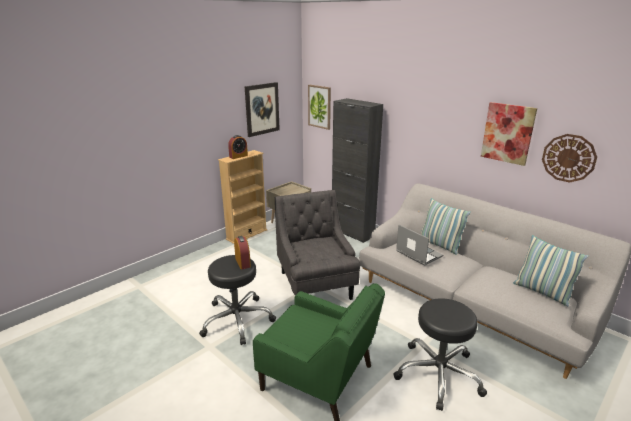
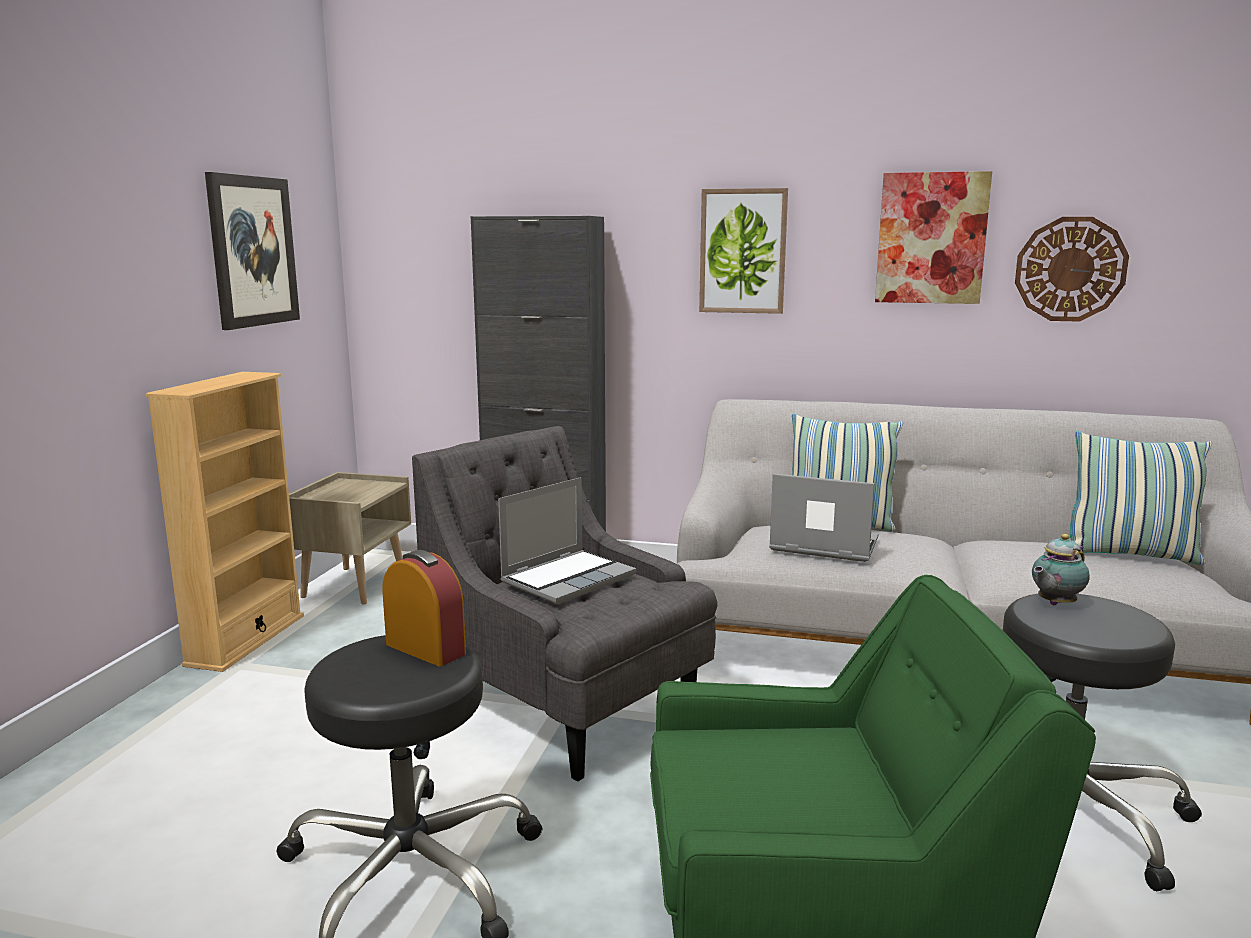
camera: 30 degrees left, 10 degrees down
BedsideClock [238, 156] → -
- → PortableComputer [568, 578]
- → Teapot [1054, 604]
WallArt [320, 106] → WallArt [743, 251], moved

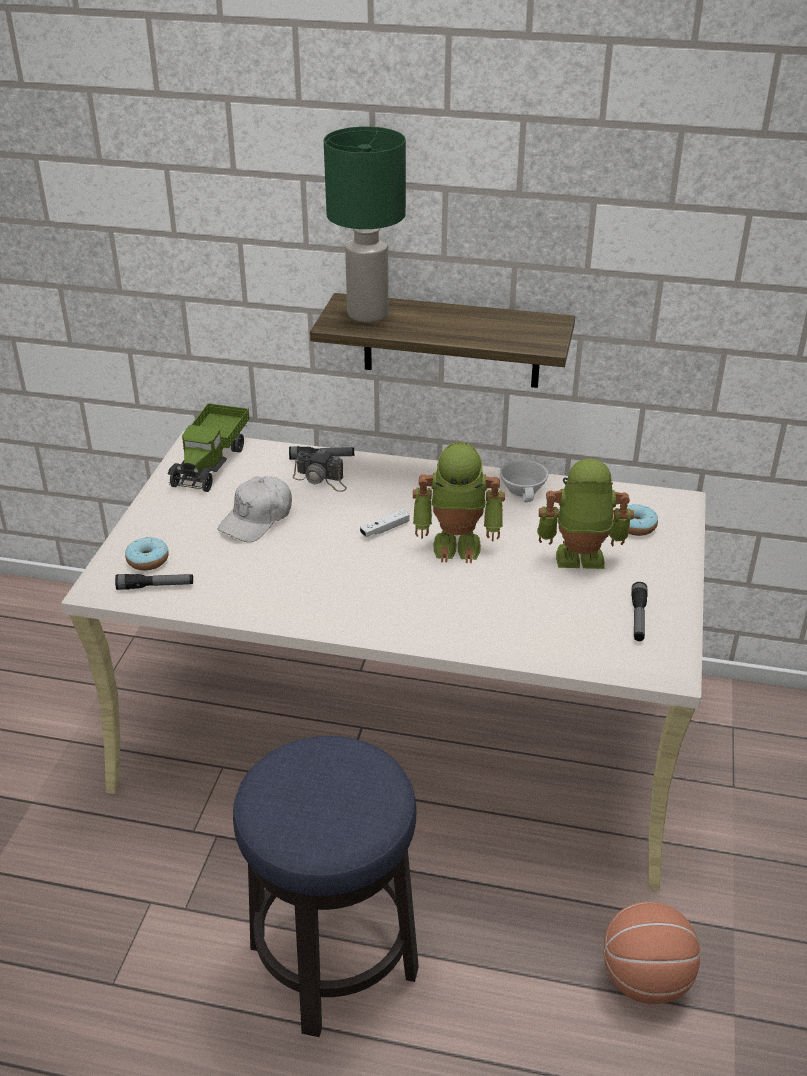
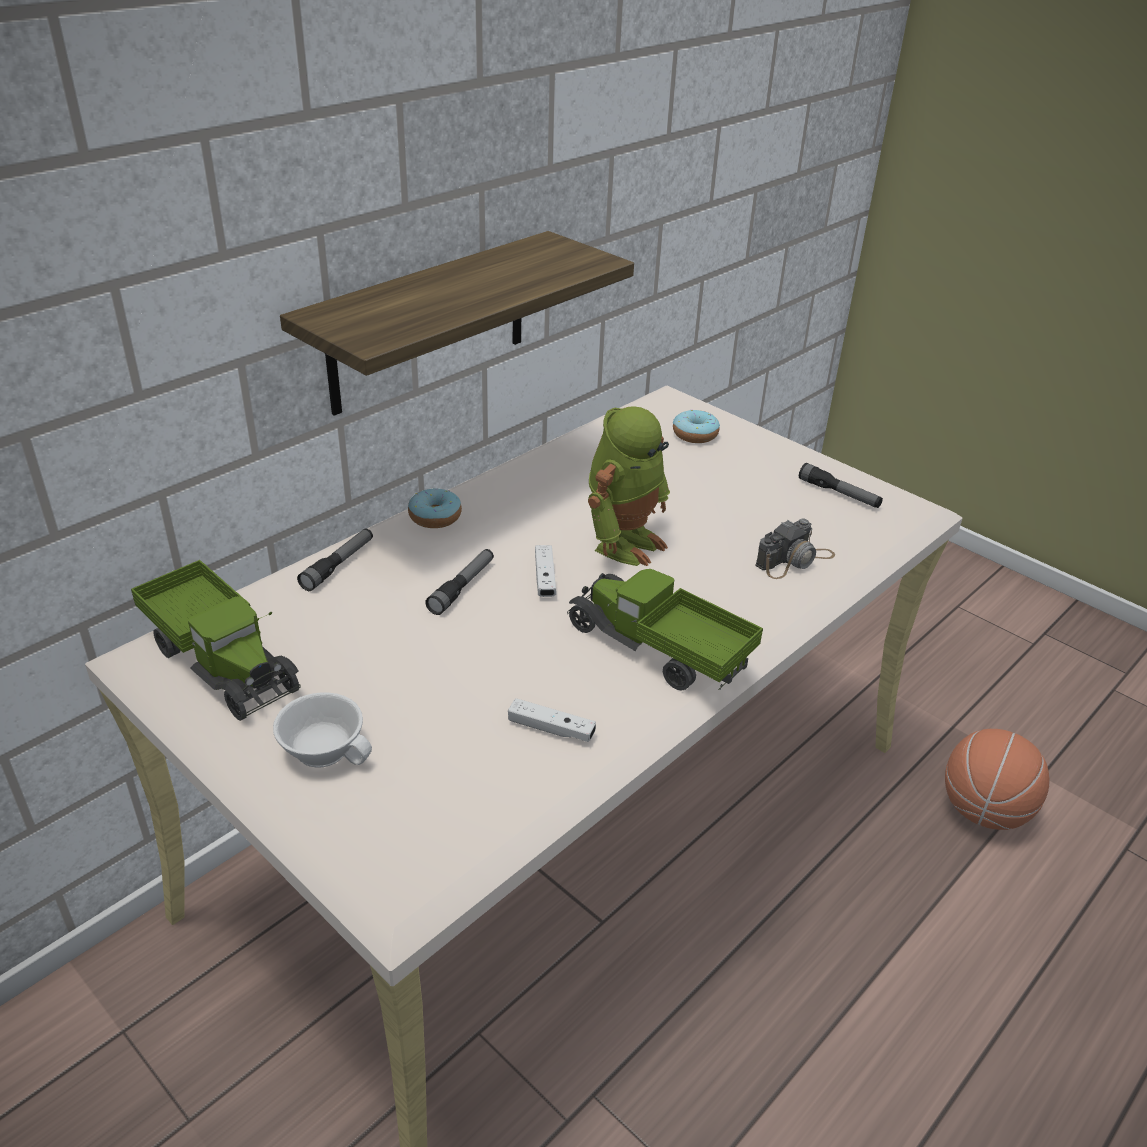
camera: 60 degrees left, 0 degrees up
WhitishCap [257, 519] → -
StoolSeat [333, 959] → -
GreenColouredTableLamp [366, 314] → -
ToyRobot [579, 560] → -
- → WhitishGameController [551, 729]
- → ToyLorry [658, 650]
Torch [155, 586] → Torch [462, 587], moved
Donut [148, 560] → Donut [435, 517], moved
PhotoCamera [321, 479] → PhotoCamera [795, 560], moved
WhitishDrinkingCup [524, 491] → WhitishDrinkingCup [326, 748], moved

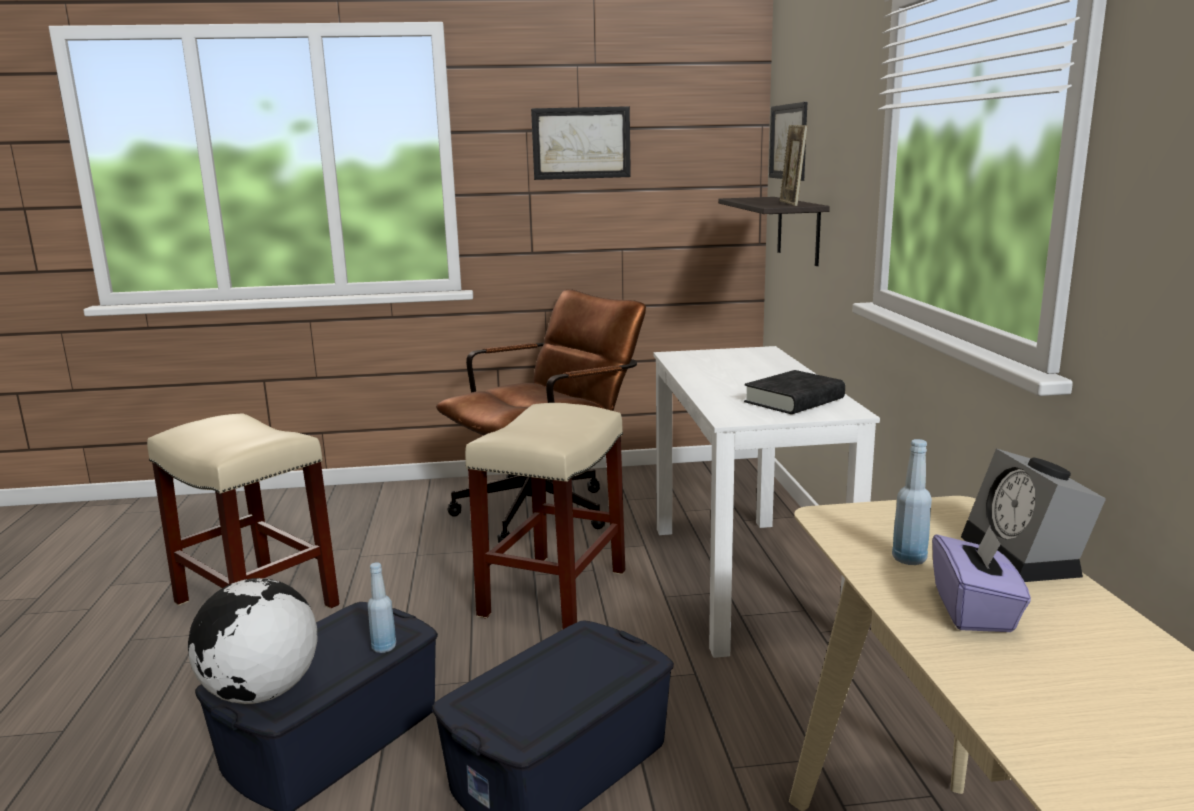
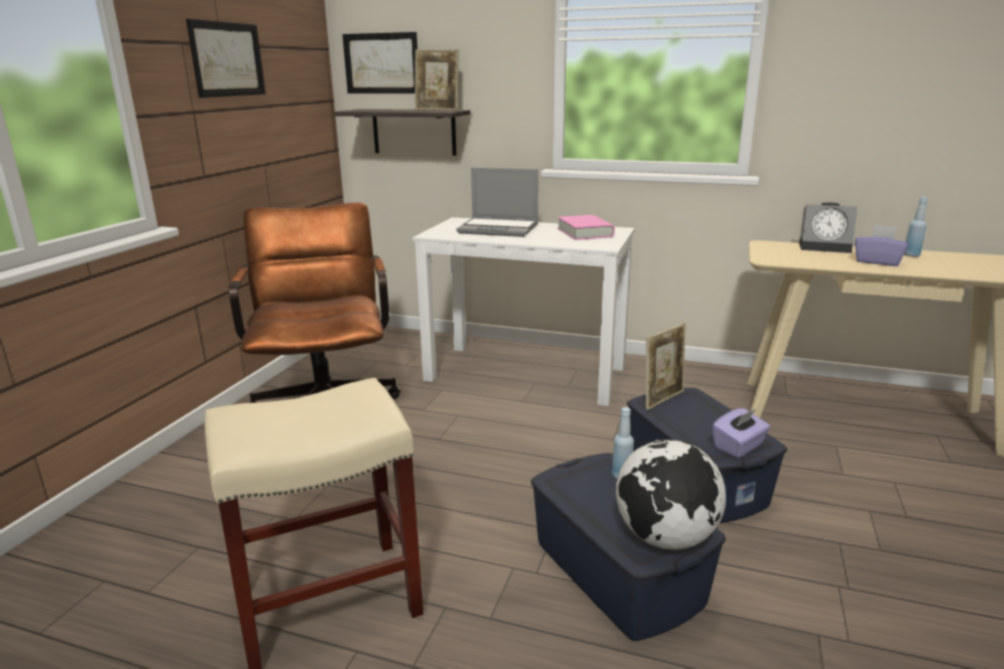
camera: 65 degrees left, 5 degrees up
BeigeStoolSeat [554, 592] → -
- → PortableComputer [499, 229]
- → PhotoFrame [663, 399]
- → PurpleTissueBox [739, 447]
BlueColouredBottle [909, 559] → BlueColouredBottle [911, 255], moved
BlackColouredBook [794, 400] → PinkishBook [585, 233]

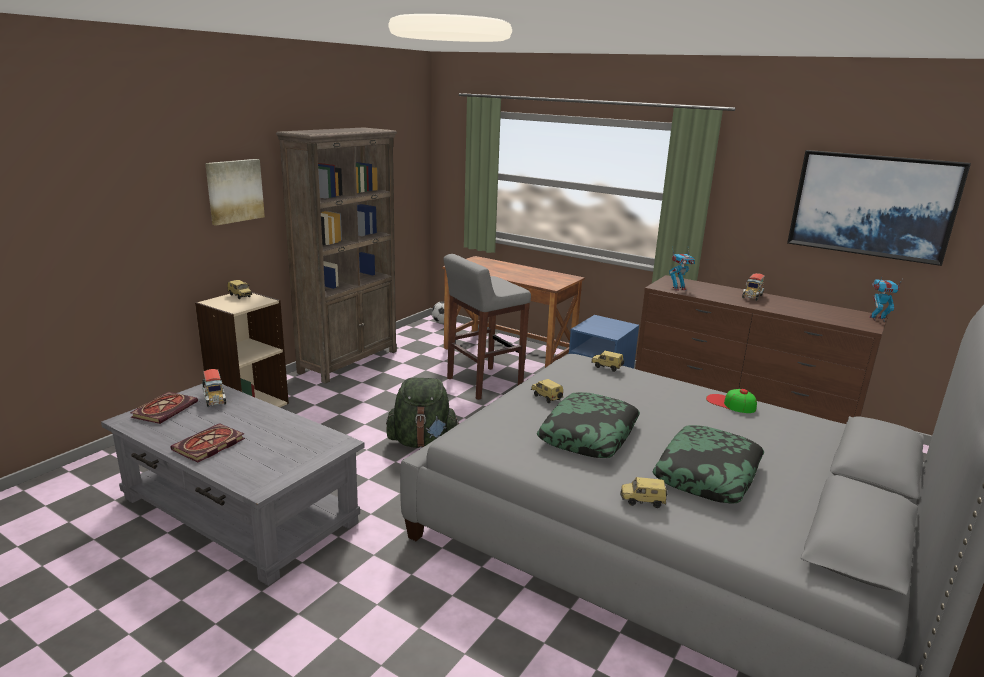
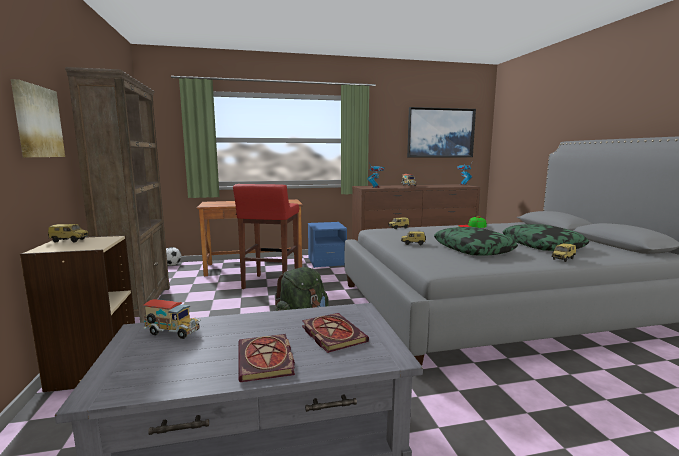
camera: 45 degrees left, 10 degrees down
Book [165, 409] → Book [331, 334], moved
GrayStoolSeat [483, 383] → RedColouredStoolSeat [270, 284]

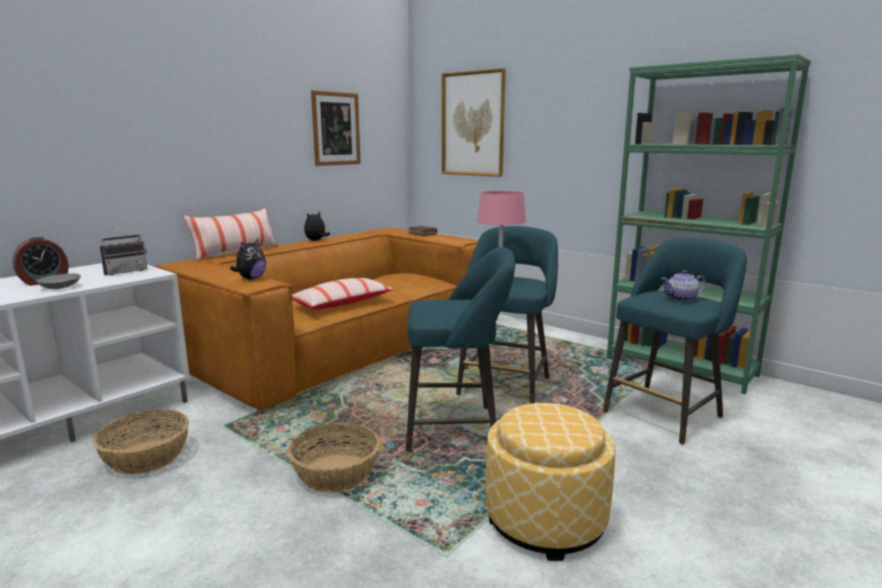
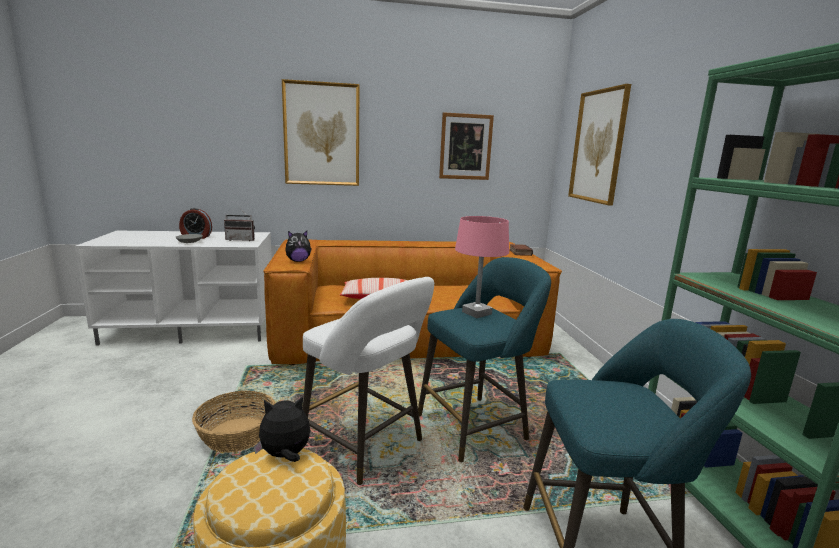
camera: 40 degrees right, 0 degrees up
HouseholdBasket [146, 456] → -
Pillow [235, 252] → -
Teapot [682, 299] → -
- → WallArt [322, 134]
SoftToy [316, 240] → SoftToy [285, 456], moved
TurquoiseStoolSeat [457, 428] → WhitishStoolSeat [367, 446]

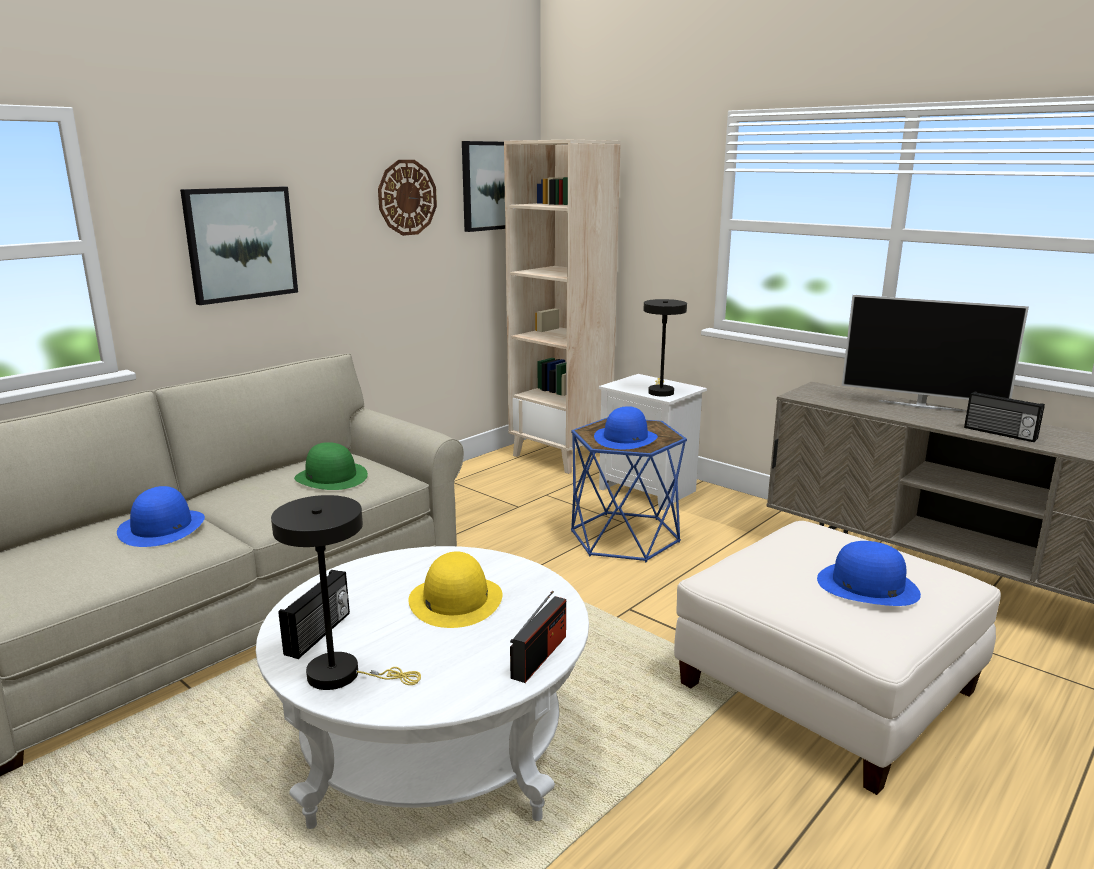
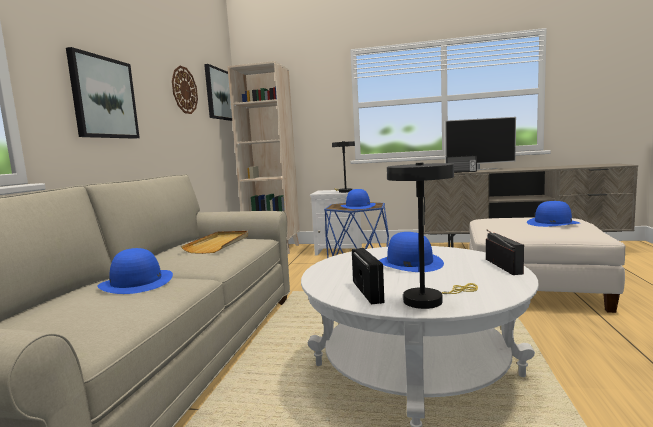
camera: 30 degrees left, 10 degrees down
Radio [999, 433] → Radio [461, 172], moved
GreenColouredClothingHat [331, 477] → BeigeTray [219, 244]
YellowishClothingHat [455, 600] → BlueColouredClothingHat [409, 263]

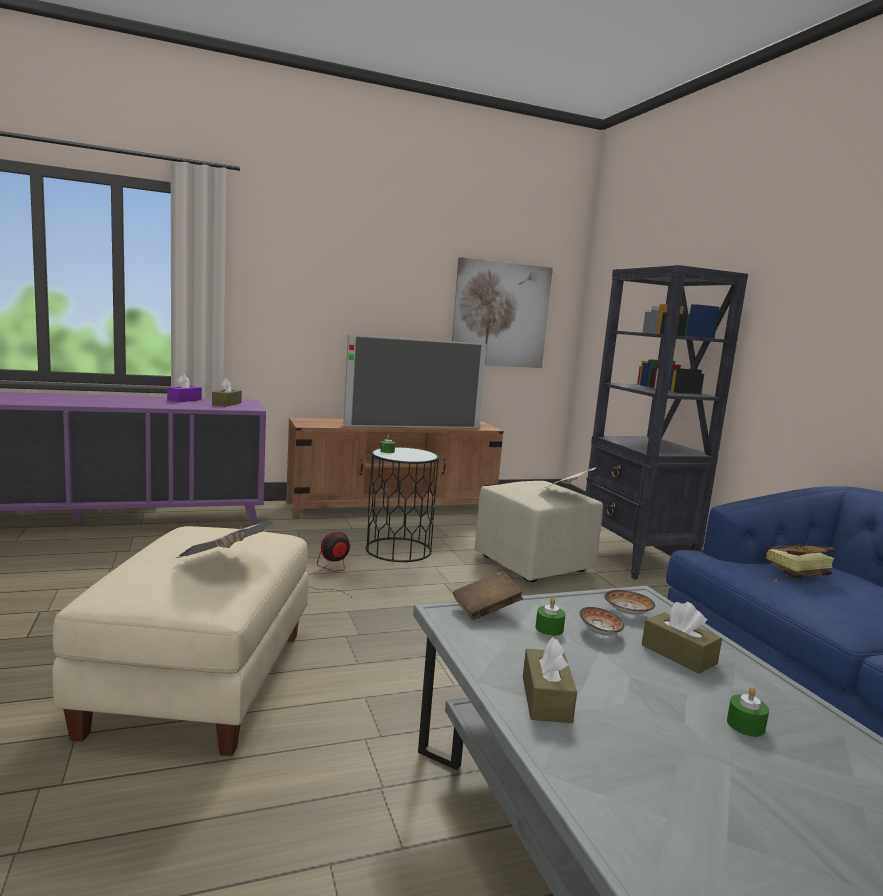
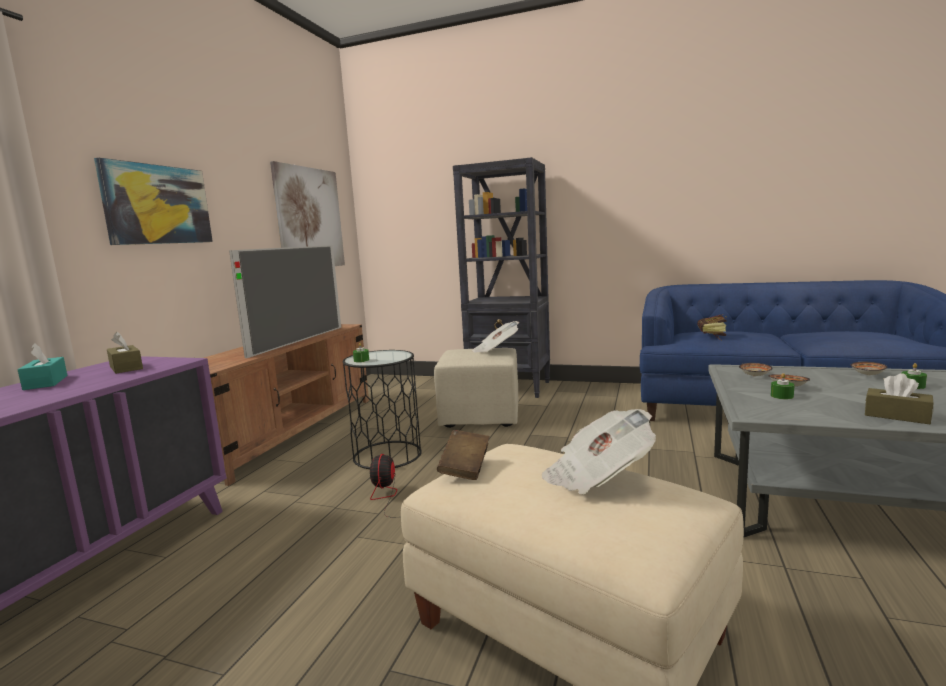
camera: 50 degrees left, 0 degrees up
BrownTissueBox [678, 654] → -
- → WallArt [157, 205]
- → Bowl [867, 375]
BrownBook [486, 609] → BrownBook [465, 468], moved
PurpleTissueBox [184, 400] → TurquoiseTissueBox [46, 382]

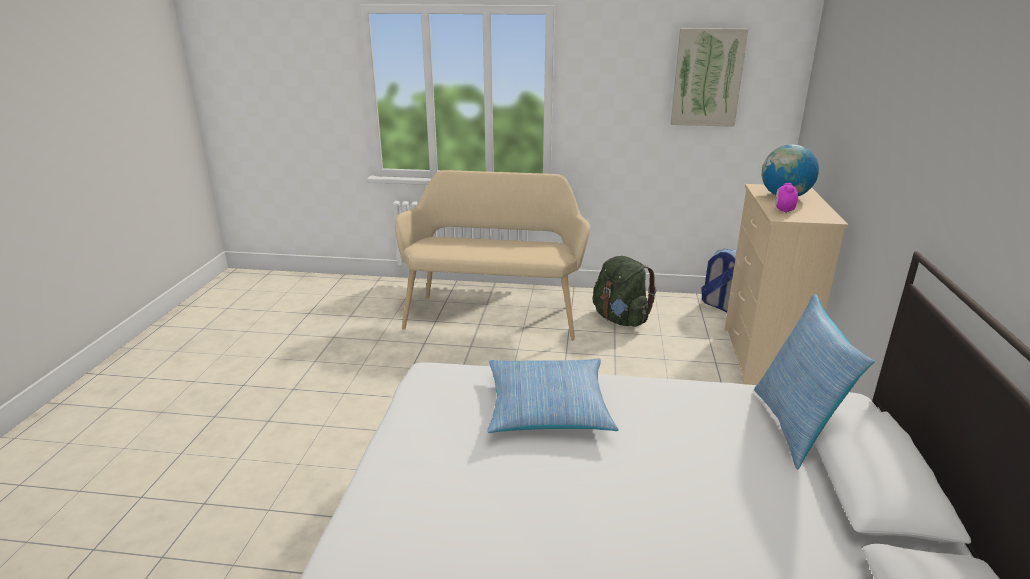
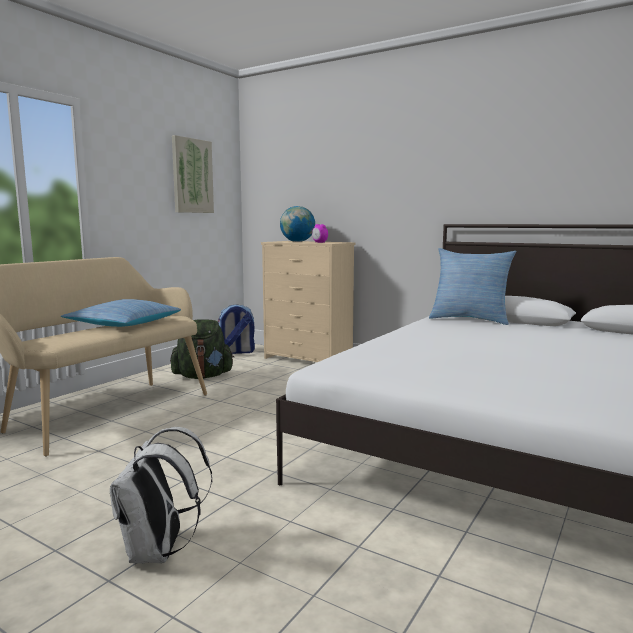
camera: 65 degrees left, 15 degrees down
- → WhitishKnapsack [159, 552]
Pillow [548, 407] → Pillow [123, 324], moved

